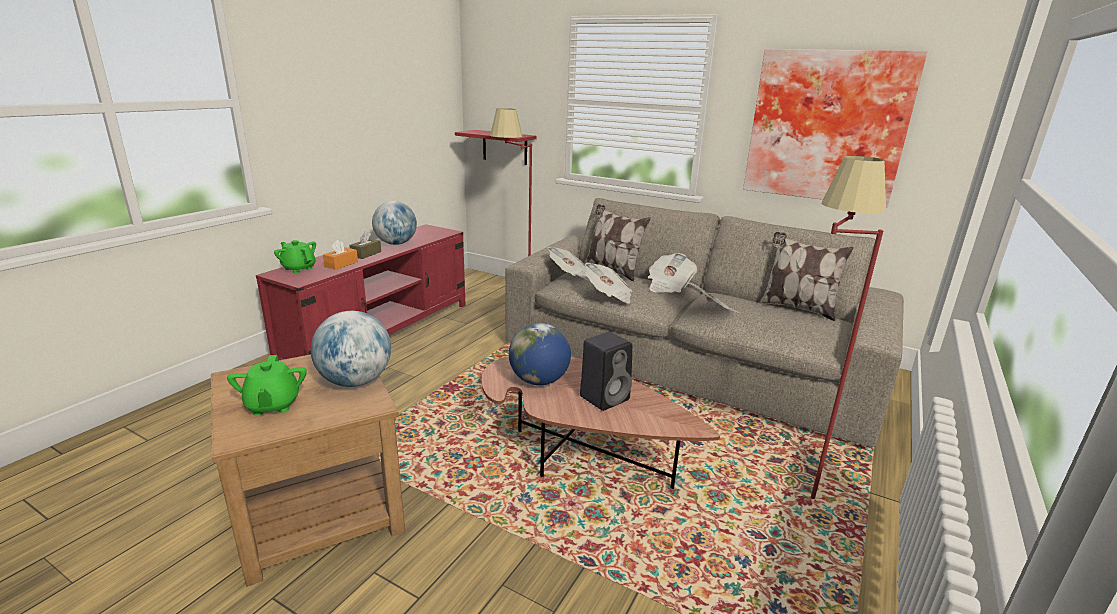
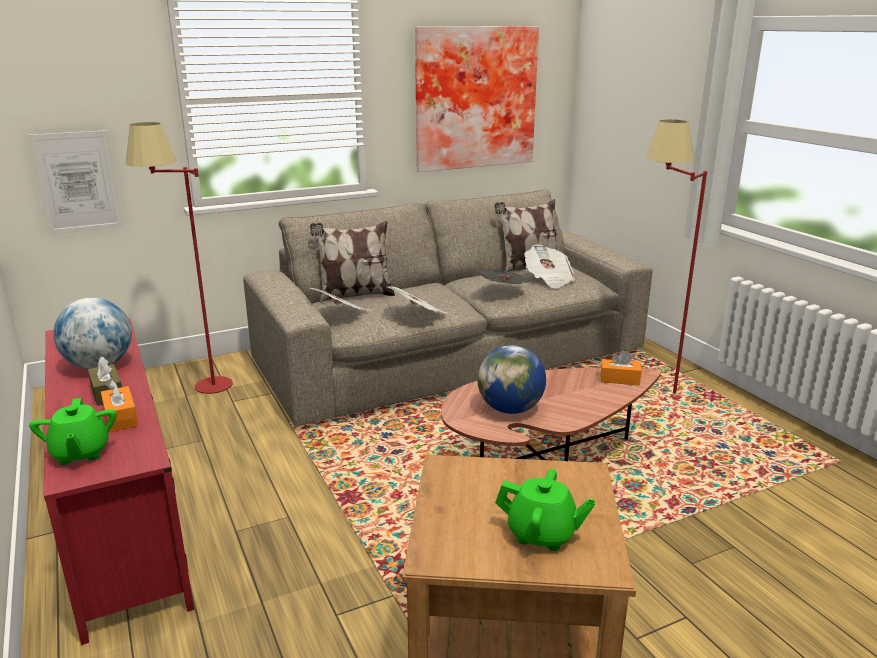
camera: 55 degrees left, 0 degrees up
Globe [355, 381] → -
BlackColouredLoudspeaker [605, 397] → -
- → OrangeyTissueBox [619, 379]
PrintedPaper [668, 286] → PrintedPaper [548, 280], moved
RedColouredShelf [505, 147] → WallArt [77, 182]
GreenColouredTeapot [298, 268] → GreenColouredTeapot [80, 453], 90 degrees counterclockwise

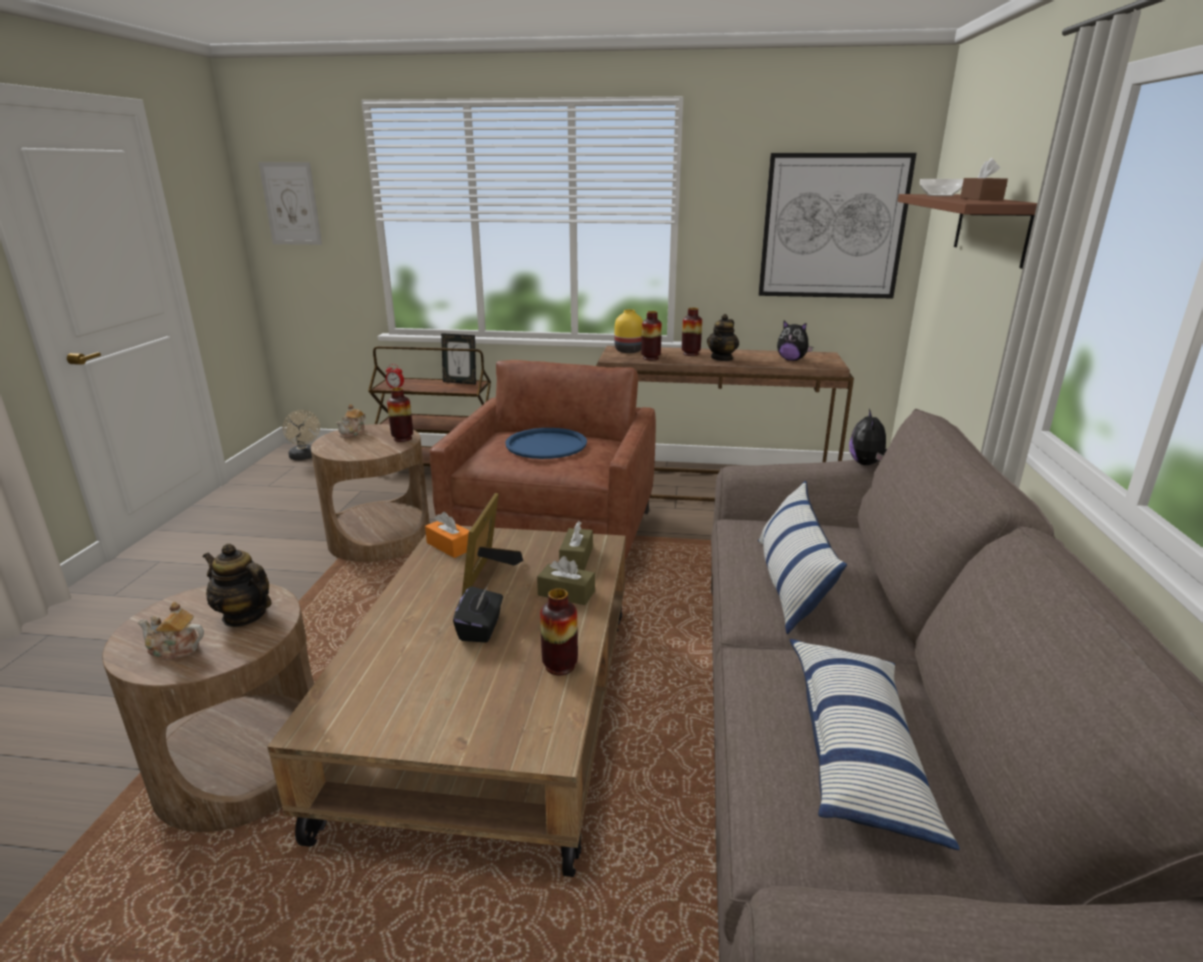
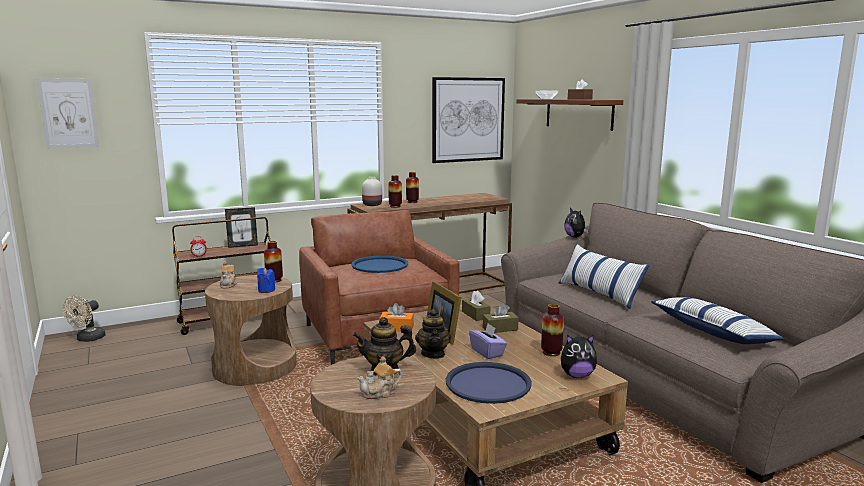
camera: 35 degrees left, 10 degrees down
- → BlueColouredCandle [266, 290]
- → BlueColouredTray [488, 384]
Teapot [722, 358] → Teapot [433, 354], moved
SoftToy [791, 360] → SoftToy [577, 375], moved
BlackColouredTissueBox [480, 628] → PurpleTissueBox [487, 352]
YellowishFlowerVase [628, 351] → WhitishFlowerVase [372, 205]
BeigeCoolingFan [305, 457] → BeigeCoolingFan [88, 339], 90 degrees clockwise

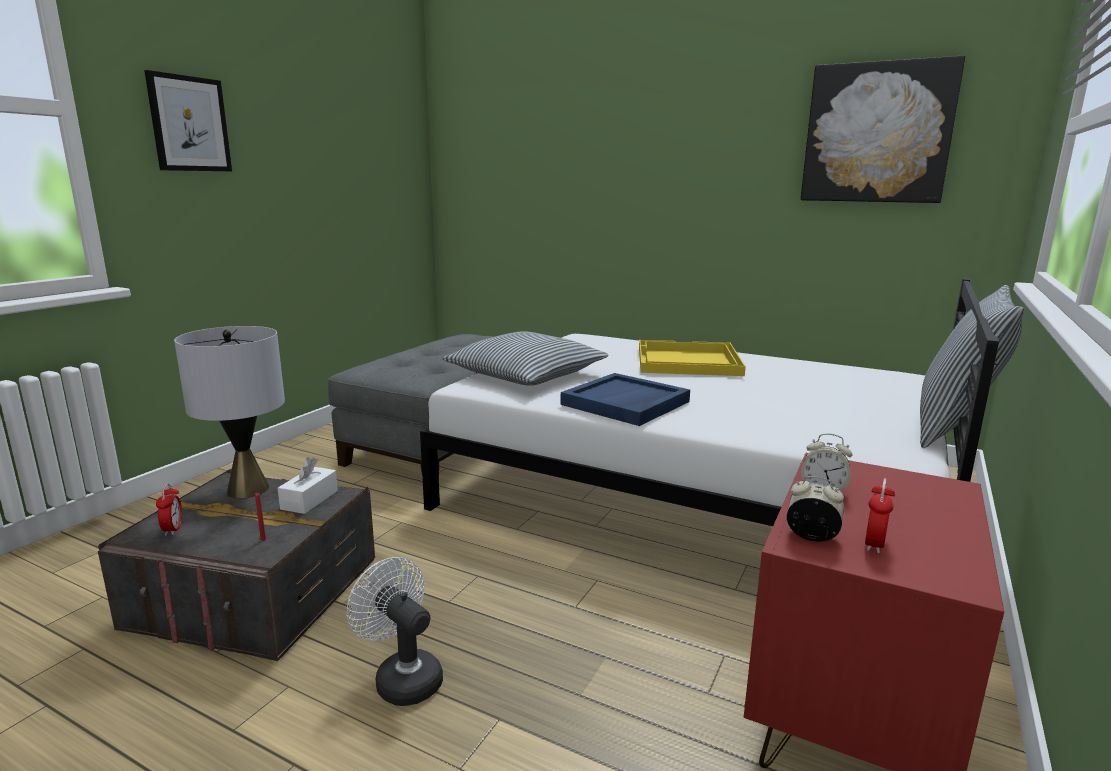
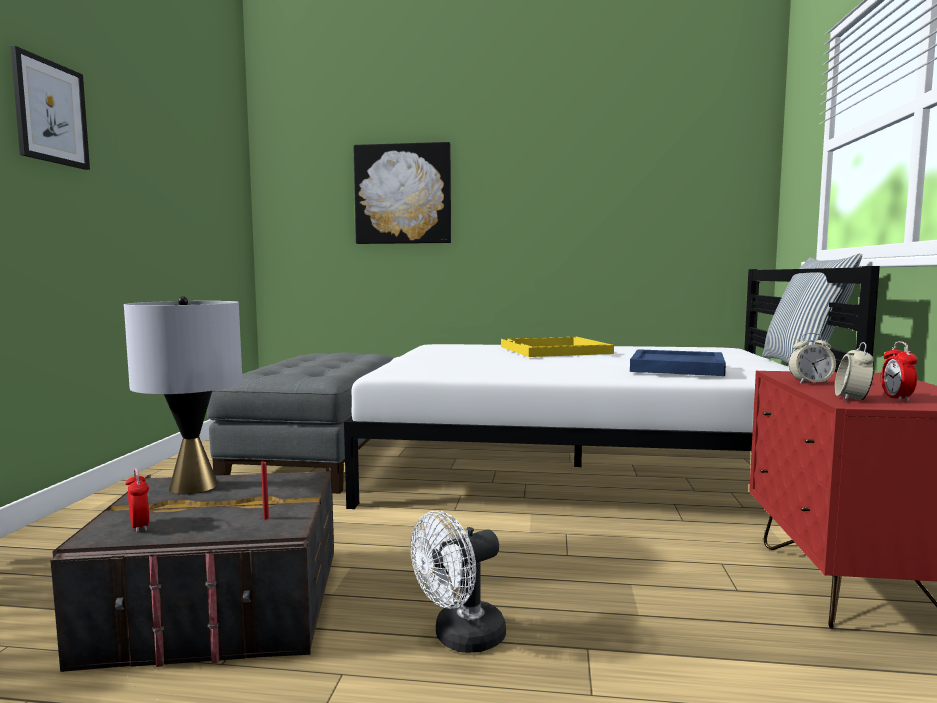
camera: 20 degrees left, 10 degrees down
WhitishTissueBox [309, 500] → -
Pillow [526, 375] → -
BlueColouredTray [625, 403] → BlueColouredTray [678, 367], moved
WallArt [877, 133] → WallArt [403, 194], moved
WhitishCoolingFan [402, 677] → WhitishCoolingFan [460, 639], 60 degrees counterclockwise
BedsideClock [811, 537] → BedsideClock [852, 399], 75 degrees counterclockwise

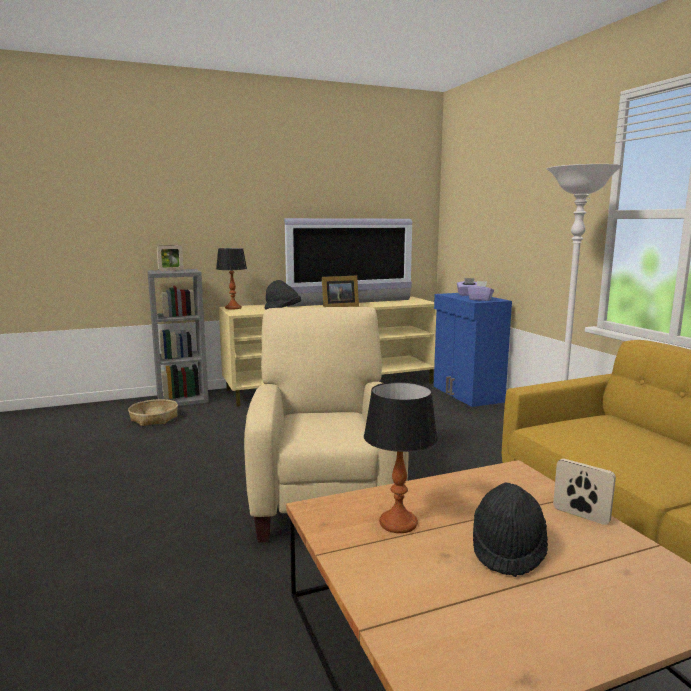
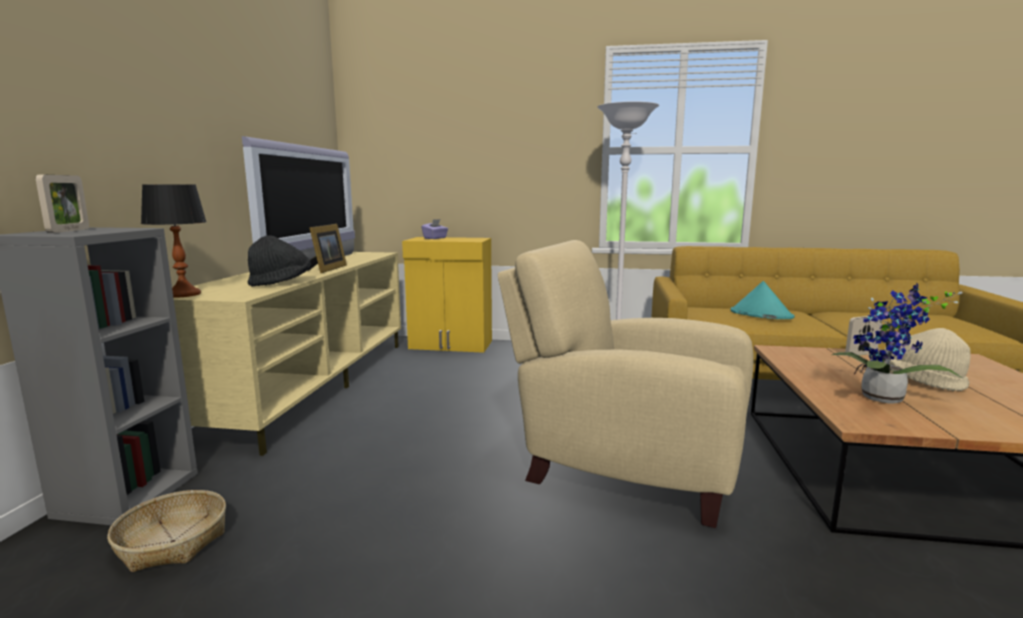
camera: 60 degrees left, 0 degrees up
PurpleTissueBox [480, 299] → -
- → TurquoiseClothingHat [760, 314]
TableLamp [398, 523] → Houseplant [883, 400]
BlueColouredStorageCabinet [467, 394] → YellowishStorageCabinet [451, 345]
BlackColouredClothingHat [507, 549] → BeigeClothingHat [921, 381]

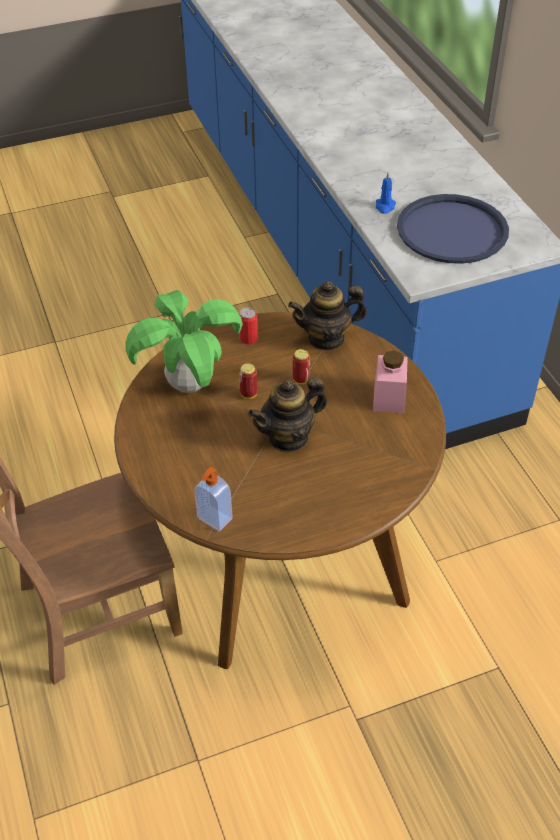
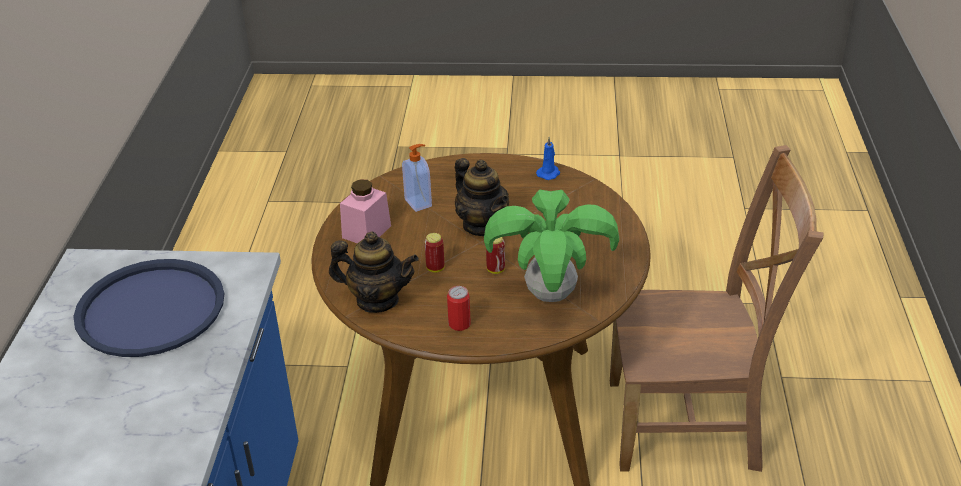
camera: 155 degrees left, 10 degrees down
SoapBottle [214, 519] → SoapBottle [419, 203], moved
BlueColouredCandle [385, 206] → BlueColouredCandle [549, 173], moved
Teapot [288, 437] → Teapot [482, 225], 60 degrees clockwise

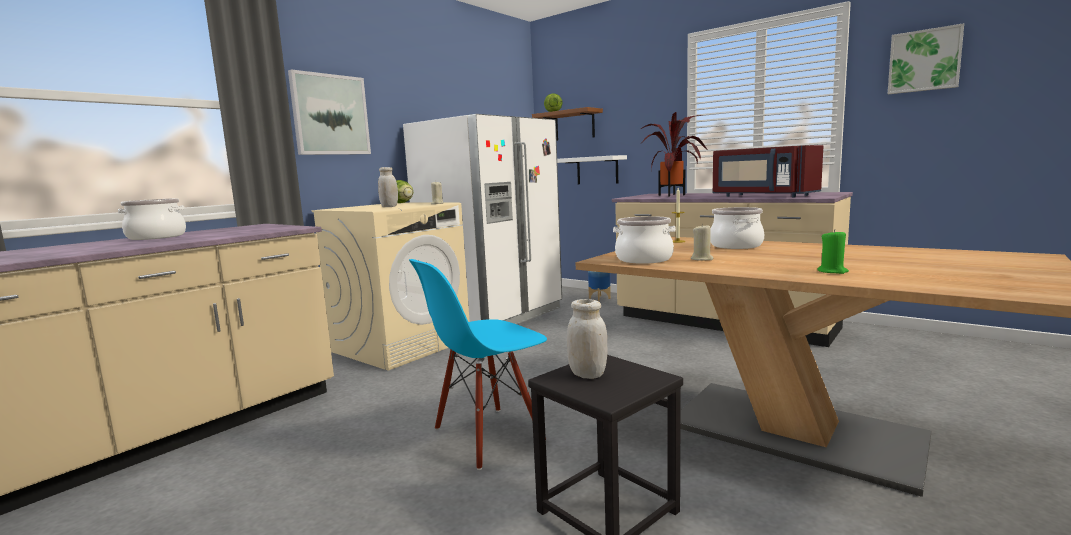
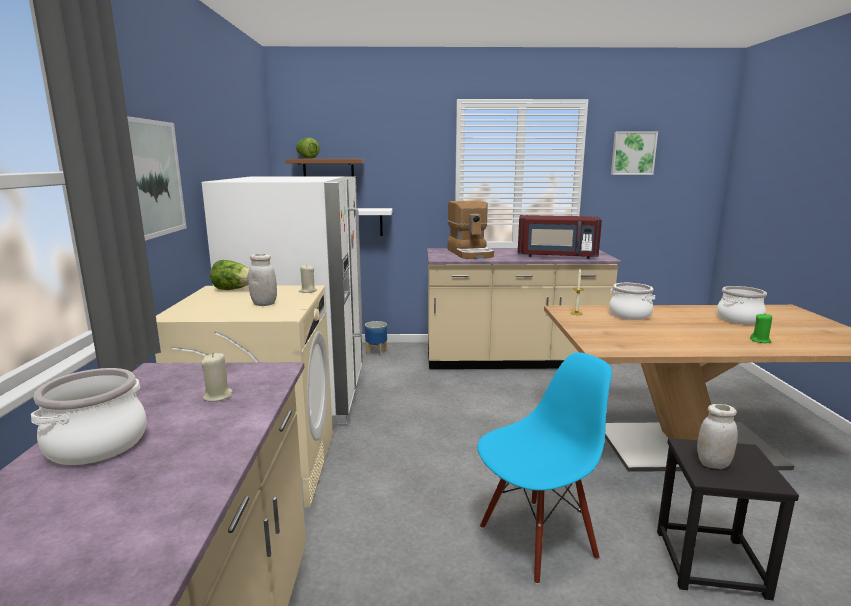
camera: 40 degrees left, 5 degrees up
CookingPot [644, 259] → CookingPot [739, 319], moved
BeigeCandle [702, 259] → BeigeCandle [218, 396], moved
Houseplant [674, 195] → CoffeeMaker [471, 253]
BlueColouredPlainChair [488, 436] → BlueColouredPlainChair [537, 540], 135 degrees counterclockwise

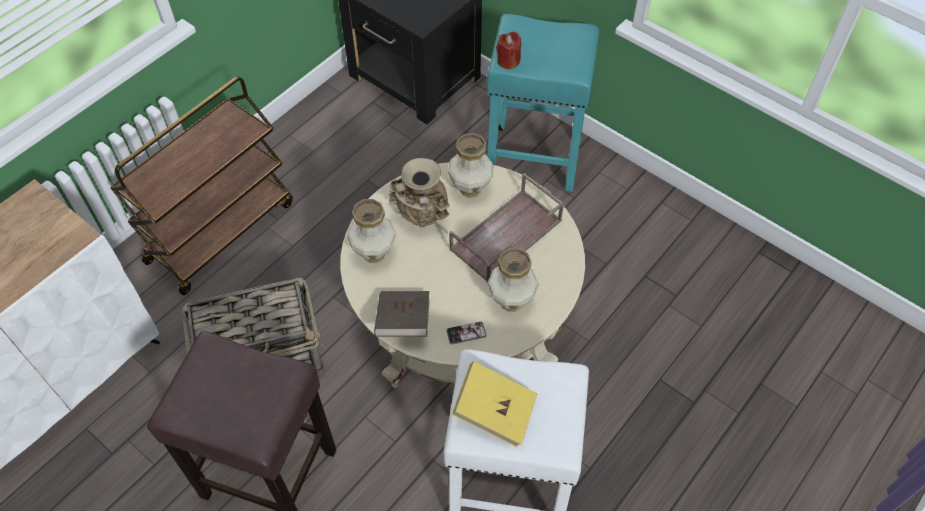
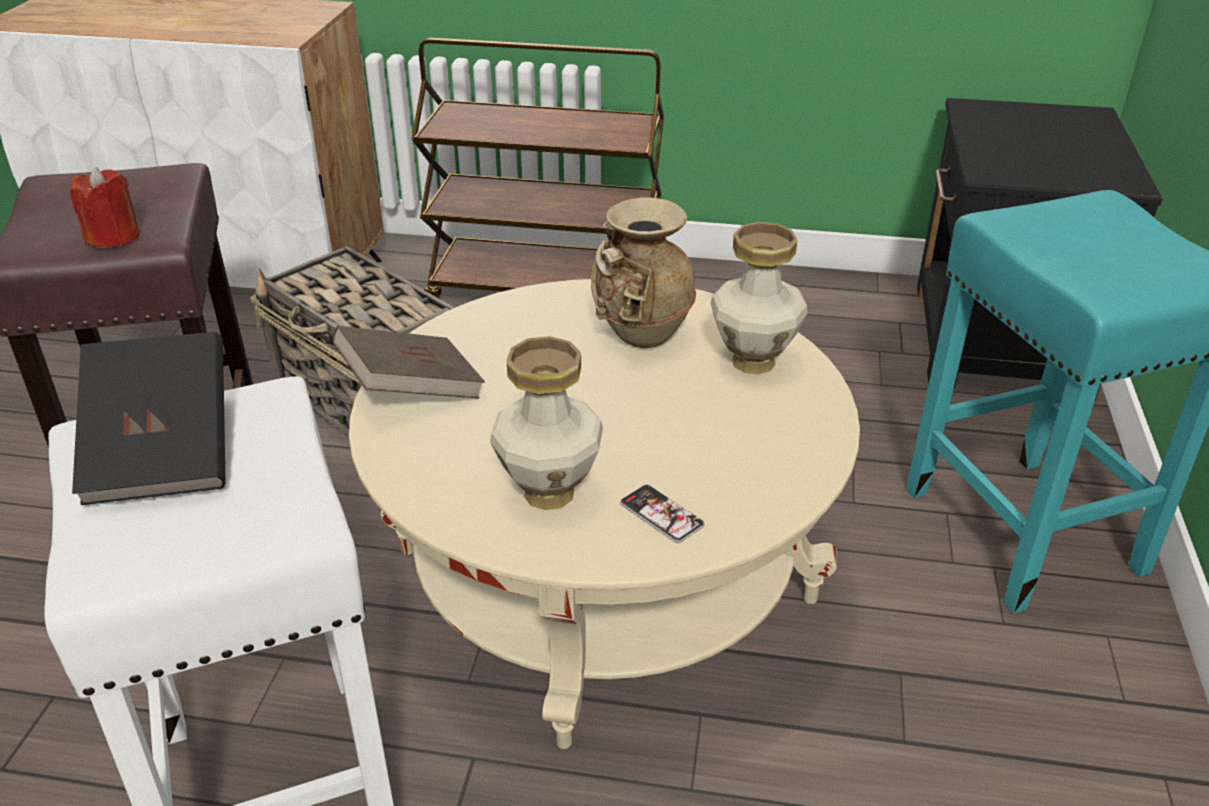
camera: 60 degrees right, 20 degrees down
FlowerVase [373, 254] → -
BrownTray [506, 236] → -
Phone [466, 333] → Phone [661, 514], moved
RedColouredCandle [508, 61] → RedColouredCandle [113, 237], moved
YellowishBook [494, 411] → BlackColouredBook [164, 452]

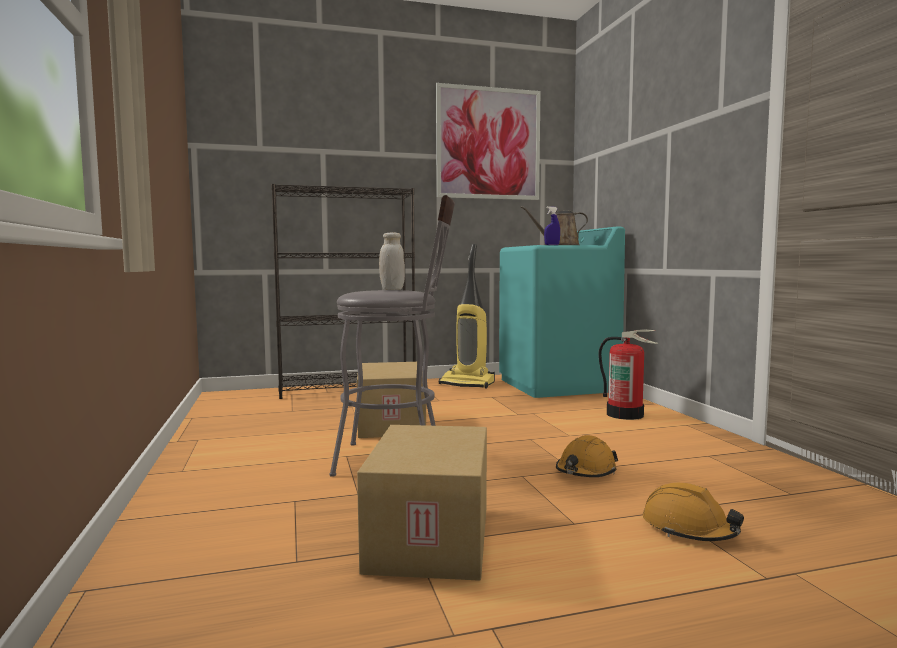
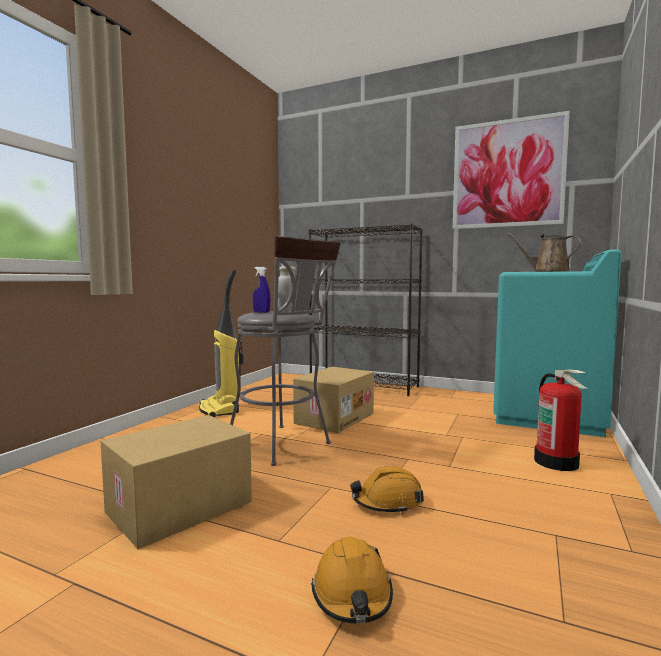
camera: 40 degrees right, 0 degrees up
VacuumCleaner [468, 383] → VacuumCleaner [220, 409], moved
BlueColouredHandSprayer [552, 245] → BlueColouredHandSprayer [261, 312], moved

